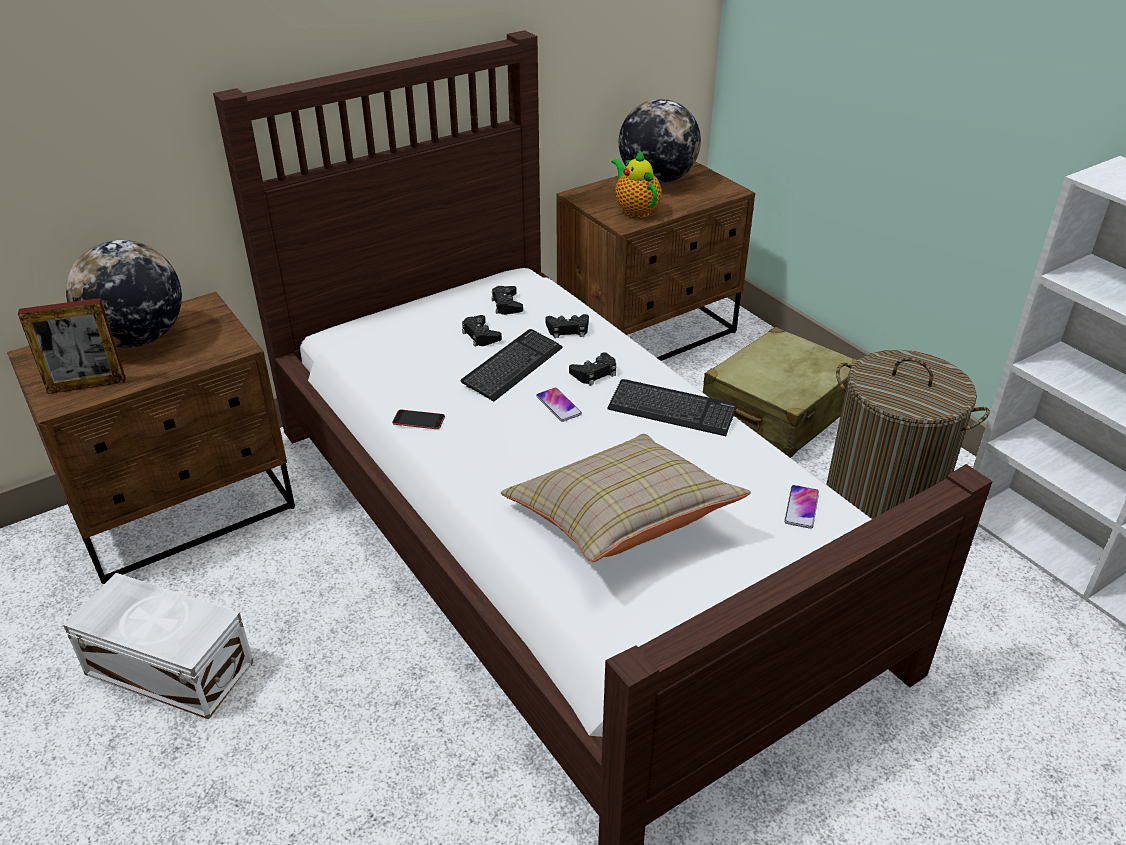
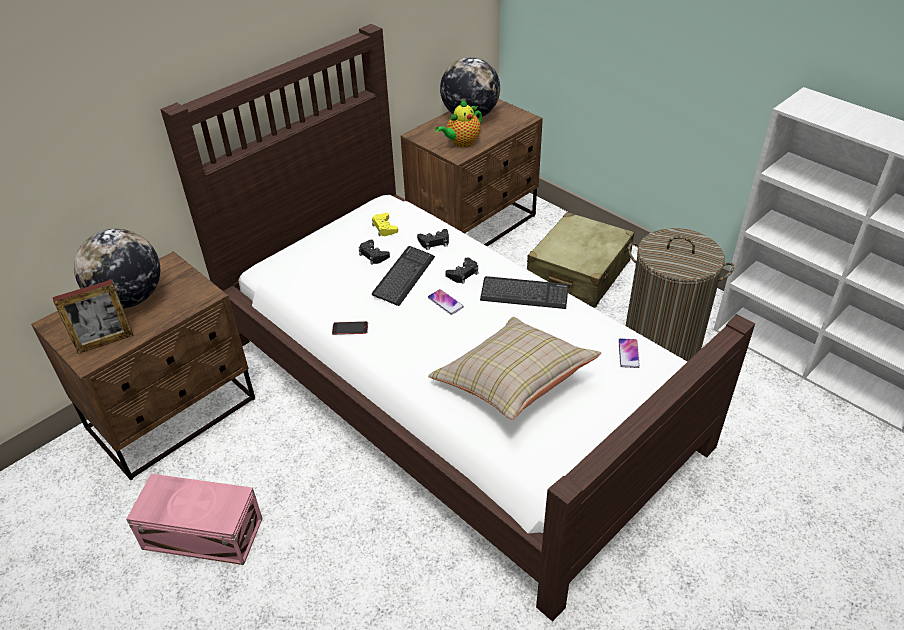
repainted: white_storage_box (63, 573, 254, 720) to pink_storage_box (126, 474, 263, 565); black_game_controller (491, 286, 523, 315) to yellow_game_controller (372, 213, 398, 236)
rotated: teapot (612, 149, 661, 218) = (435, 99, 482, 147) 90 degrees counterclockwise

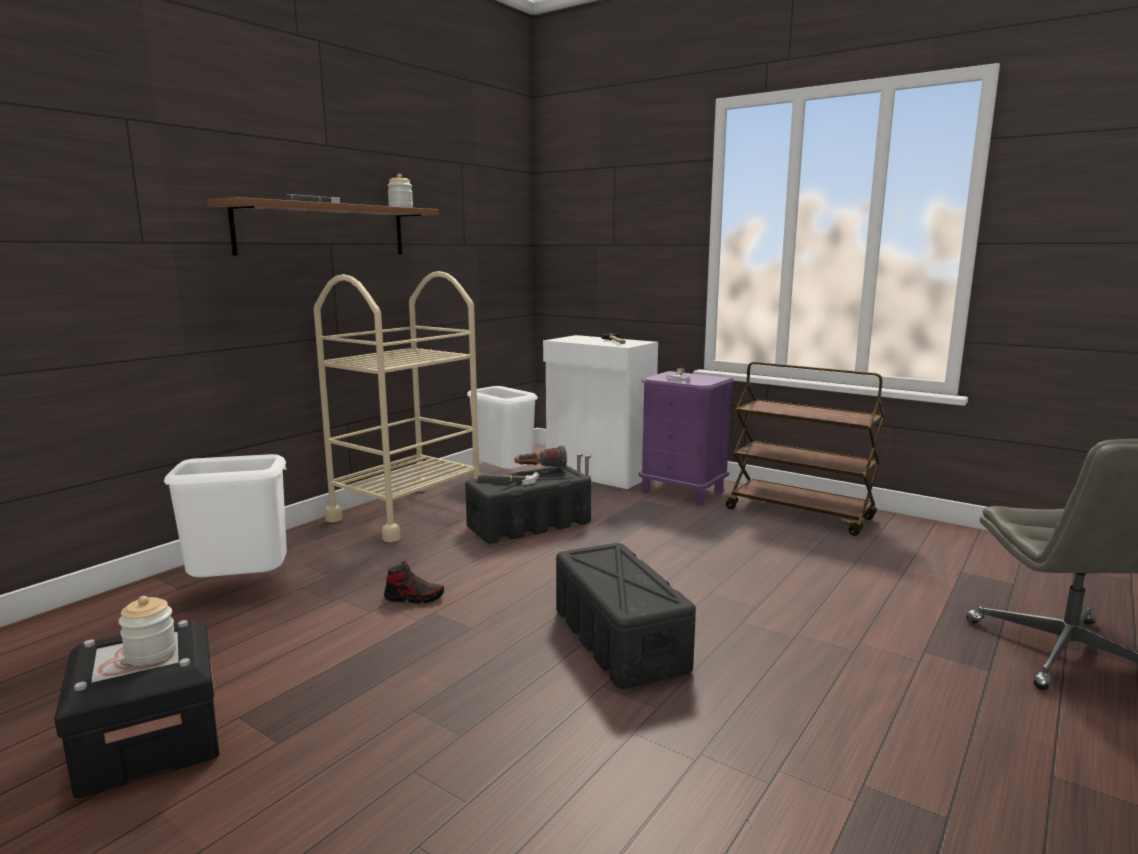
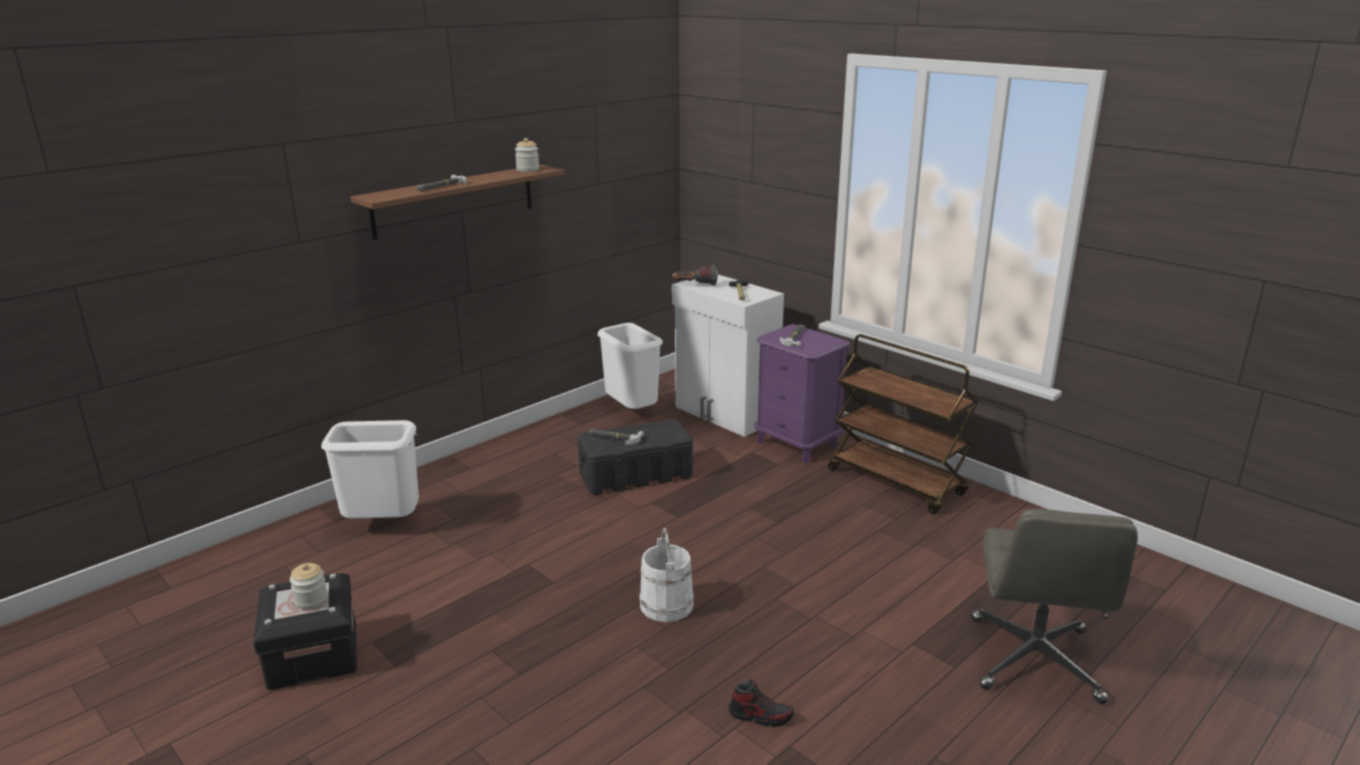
gone: beige_cart (314, 271, 479, 542)
shifted: shoe (384, 561, 444, 604) to (729, 679, 794, 727); flashlight (515, 446, 567, 469) to (672, 265, 718, 285)
swapped: black_storage_box (556, 543, 696, 689) to white_bucket (639, 528, 694, 622)

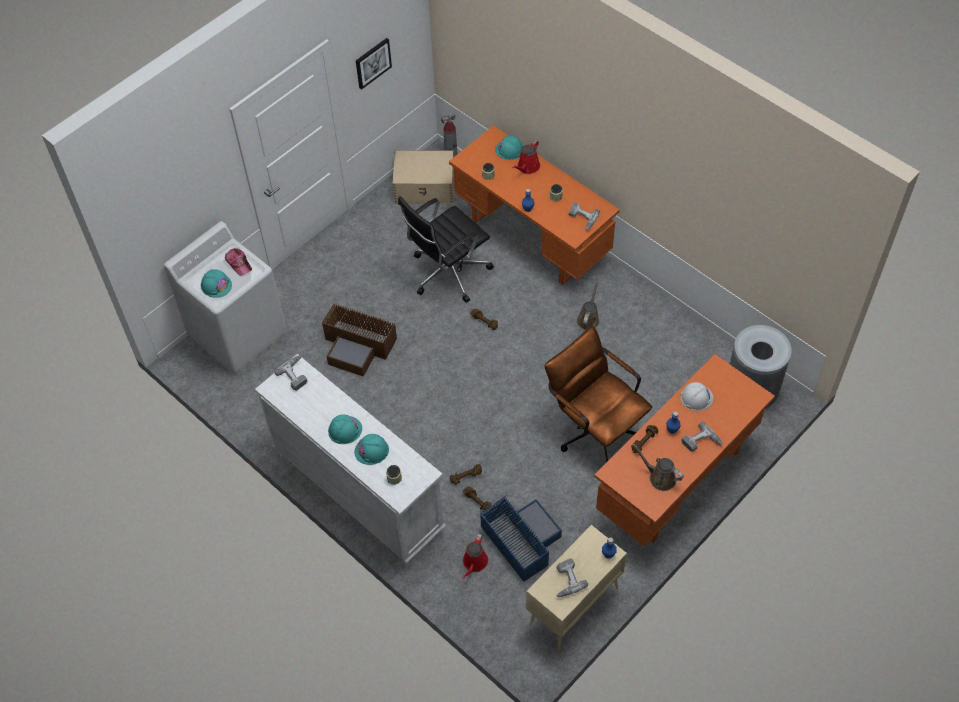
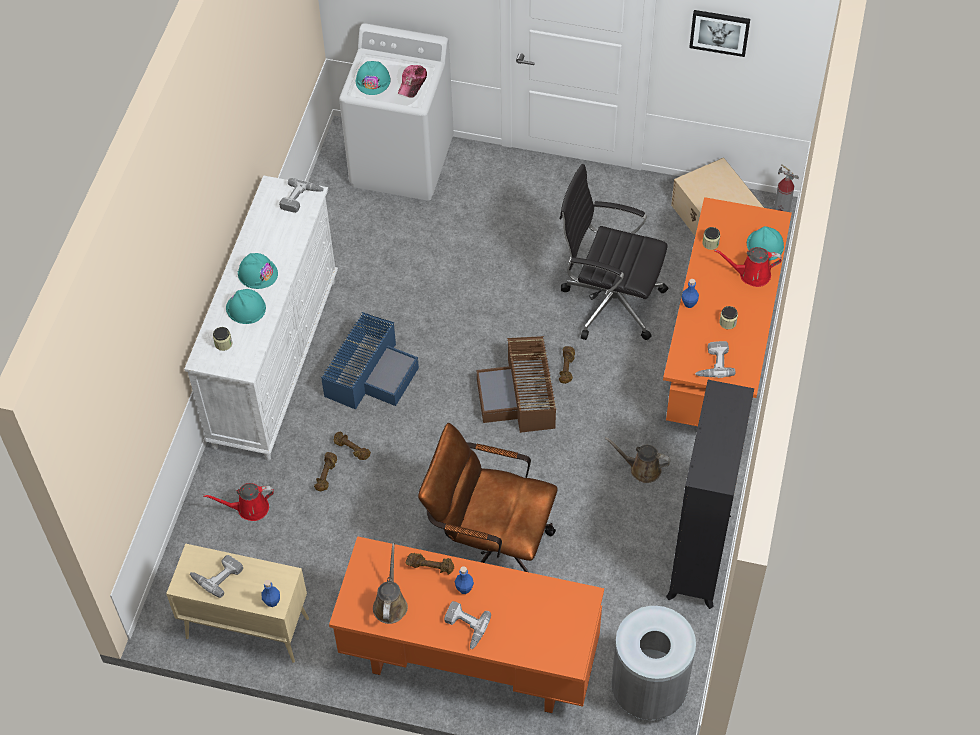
gone: white_hard_hat (681, 382, 714, 411)
new: black_bookcase (666, 380, 754, 609)
shifted: brown_storage_box (322, 303, 397, 377) to (477, 336, 556, 433); blue_storage_box (480, 496, 562, 581) to (321, 312, 419, 409)
rotated: brown_office_chair (545, 326, 652, 462) = (418, 423, 558, 572) 90 degrees counterclockwise; brown_watering_can (577, 279, 599, 330) = (605, 437, 671, 483) 150 degrees counterclockwise

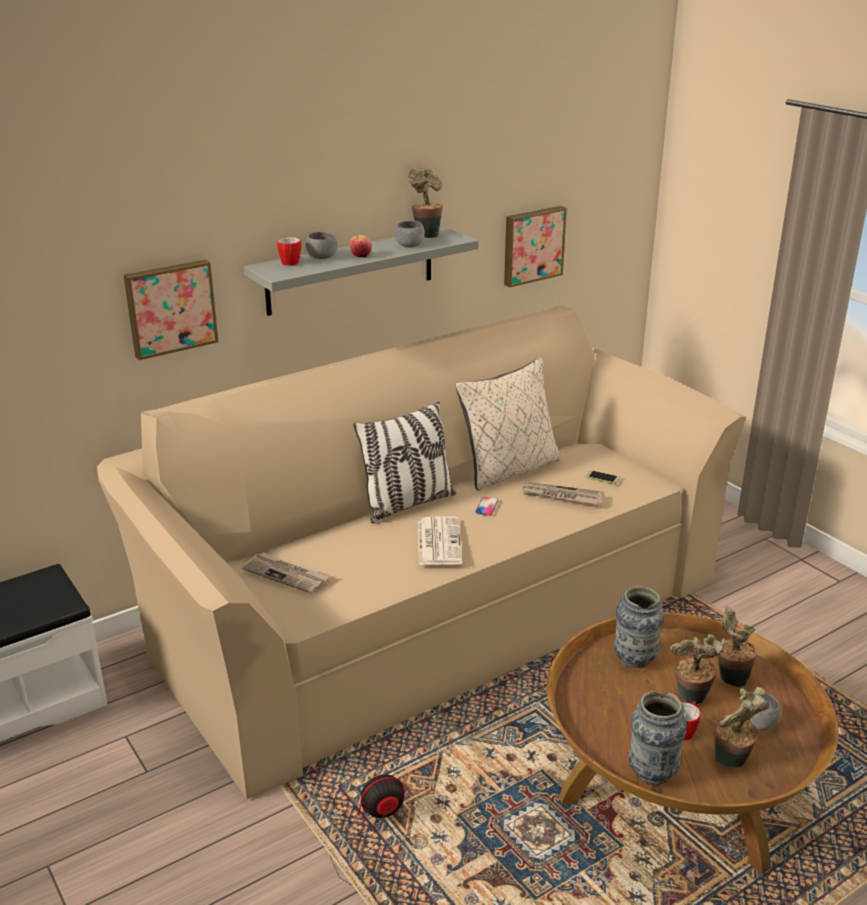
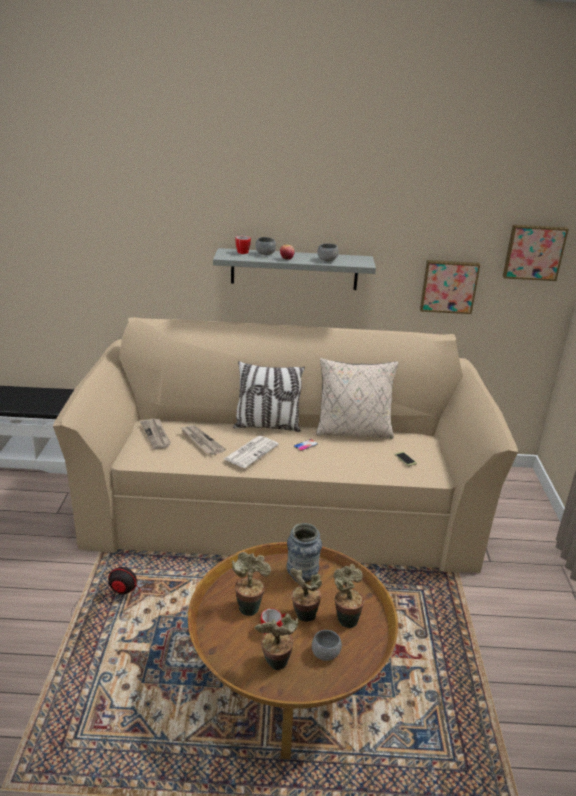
gone: vase (628, 691, 687, 785)
shifted: picture (124, 260, 218, 360) to (503, 224, 569, 281); potted_plant (408, 167, 443, 238) to (232, 552, 271, 616); newspaper (521, 482, 603, 504) to (181, 425, 226, 455)

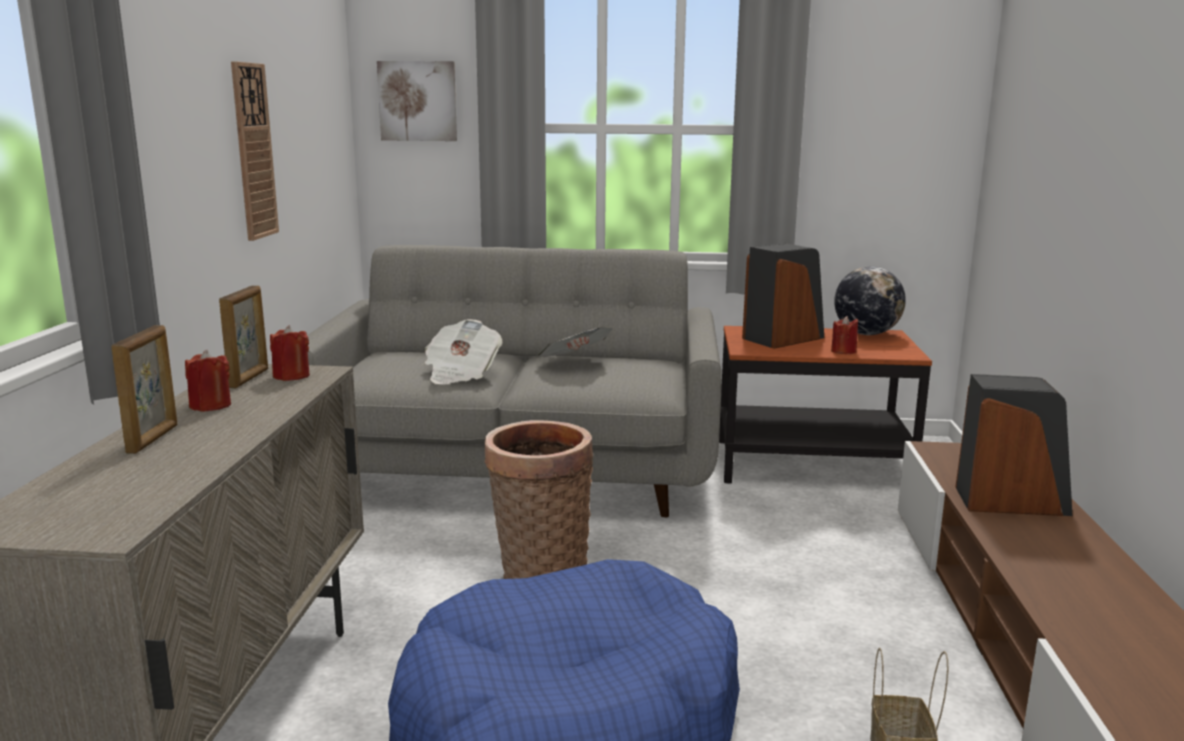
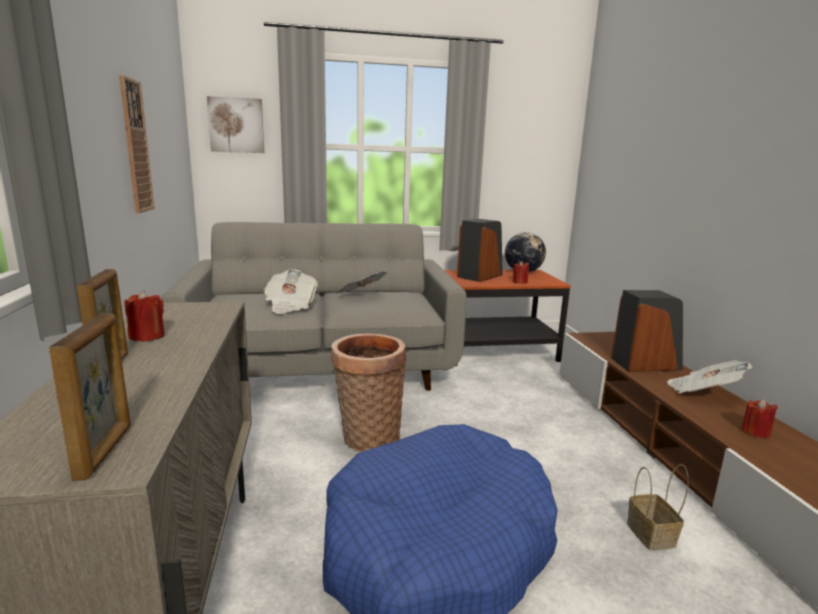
new: newspaper (667, 360, 752, 393)
shifted: picture_frame (219, 285, 268, 388) to (49, 313, 131, 481); red_candle (270, 325, 310, 381) to (741, 399, 778, 439)

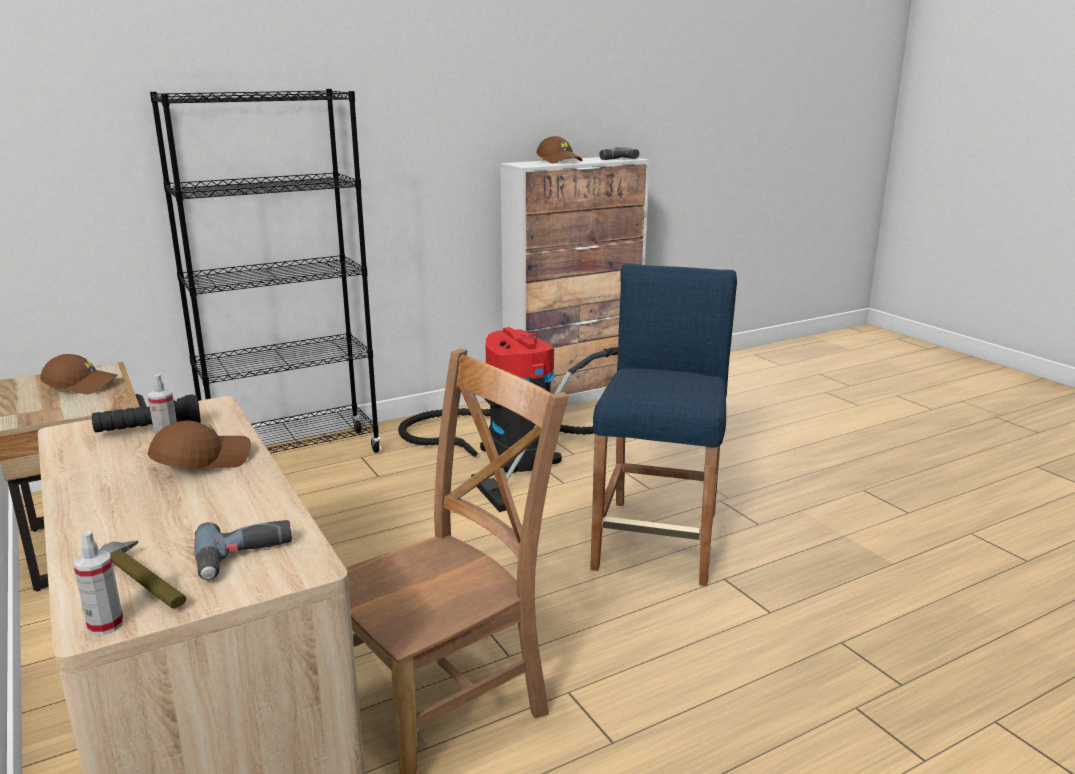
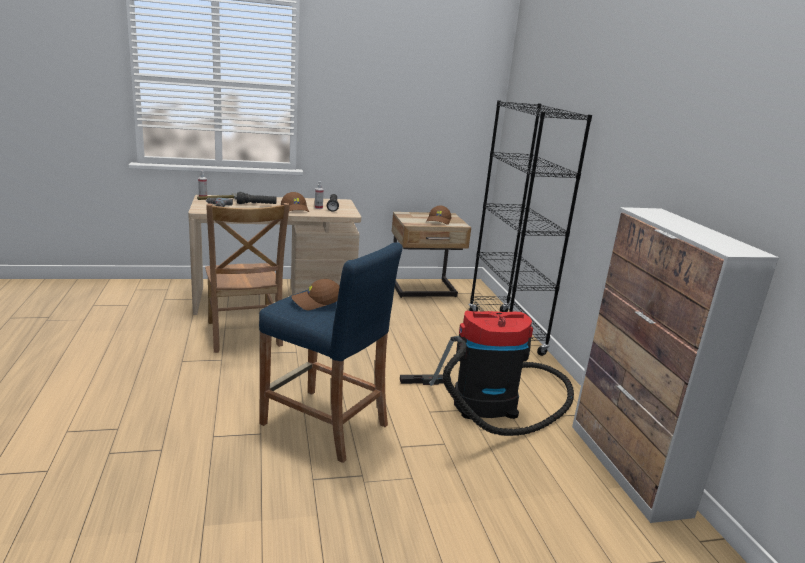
gone: power_drill (599, 147, 639, 160)
new: black_flashlight (237, 192, 277, 204)
shifted: brown_cap (536, 136, 583, 163) to (291, 279, 340, 310)

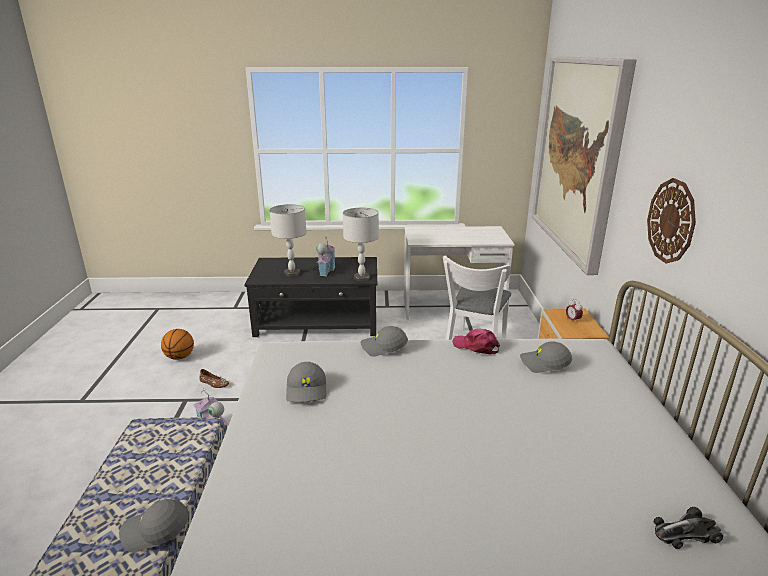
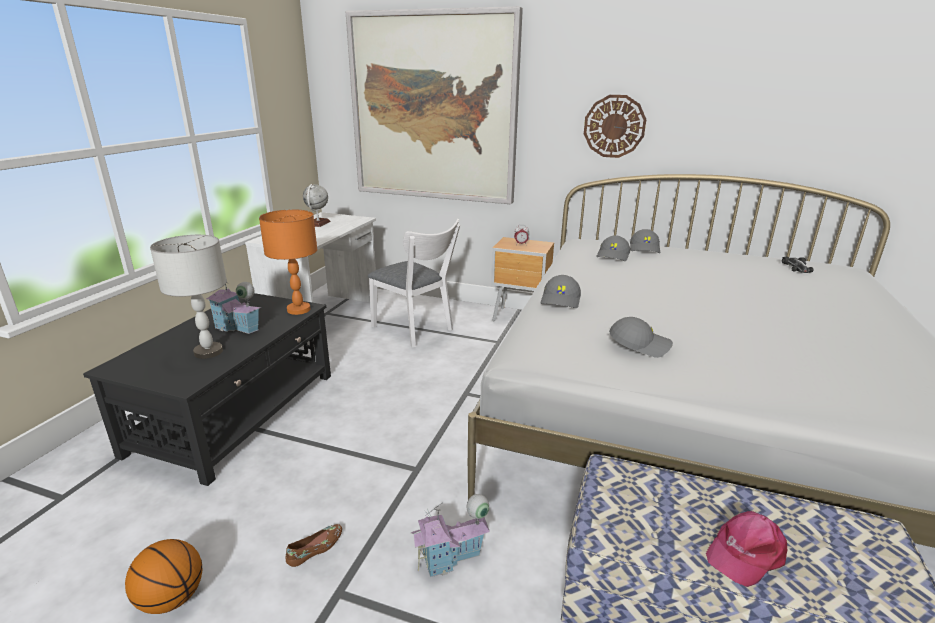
new: globe (303, 184, 331, 227)
shifted: grey_cap (119, 499, 189, 553) to (630, 229, 660, 253); pink_cap (452, 329, 500, 354) to (706, 511, 787, 587)
repainted: grey_table_lamp (343, 208, 379, 281) to orange_table_lamp (259, 209, 317, 315)

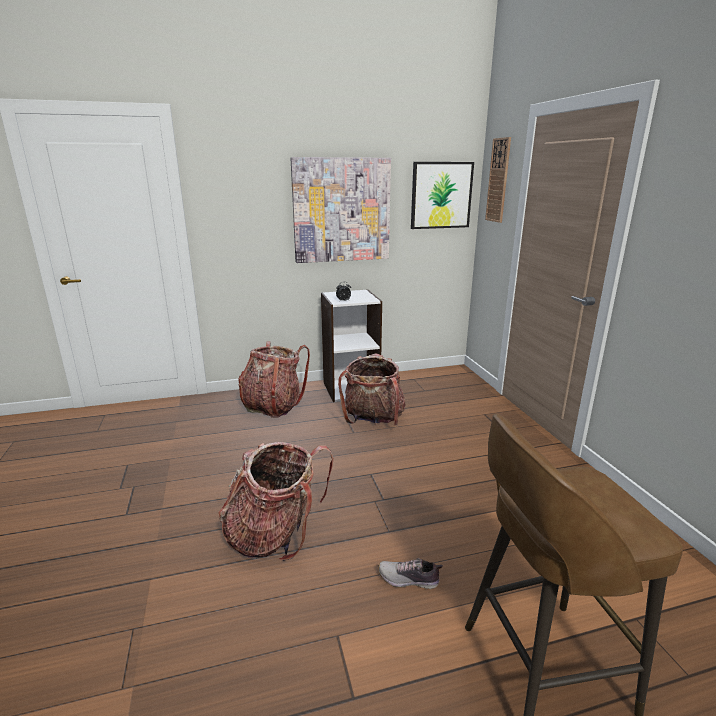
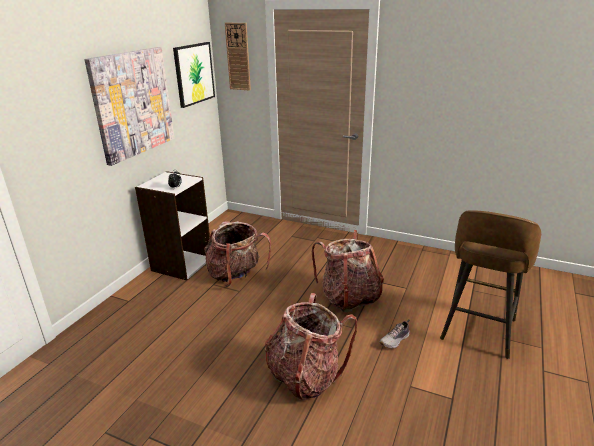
shifted: backpack (238, 341, 310, 418) to (312, 230, 384, 313)

